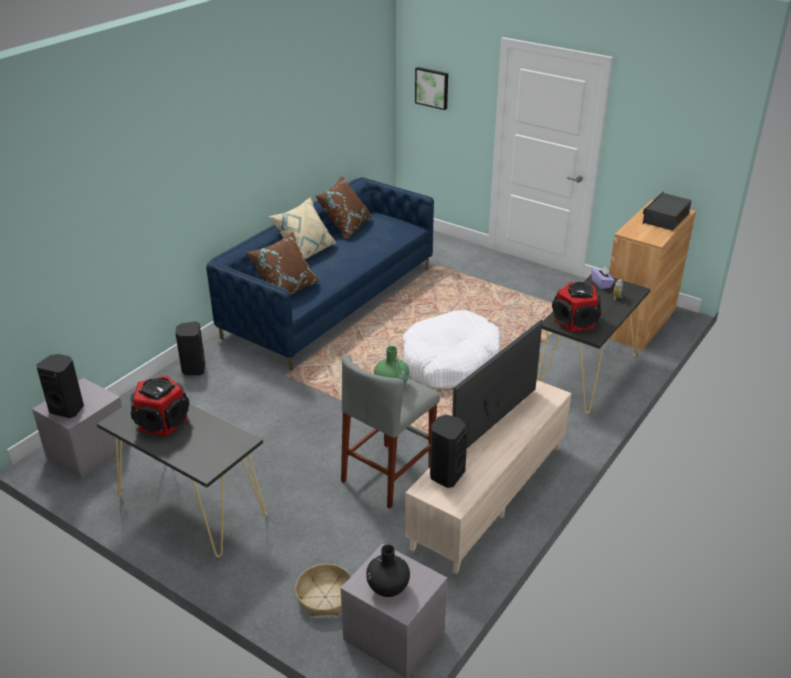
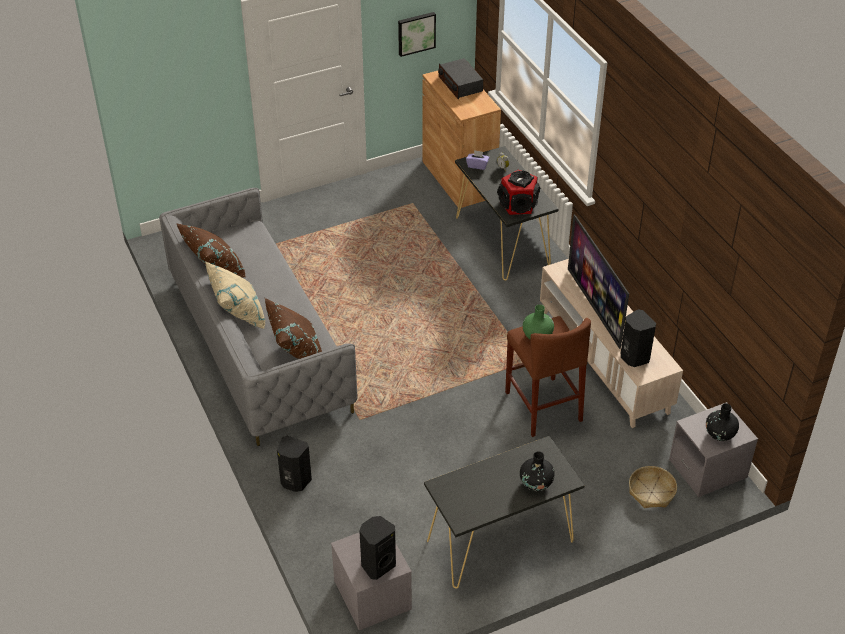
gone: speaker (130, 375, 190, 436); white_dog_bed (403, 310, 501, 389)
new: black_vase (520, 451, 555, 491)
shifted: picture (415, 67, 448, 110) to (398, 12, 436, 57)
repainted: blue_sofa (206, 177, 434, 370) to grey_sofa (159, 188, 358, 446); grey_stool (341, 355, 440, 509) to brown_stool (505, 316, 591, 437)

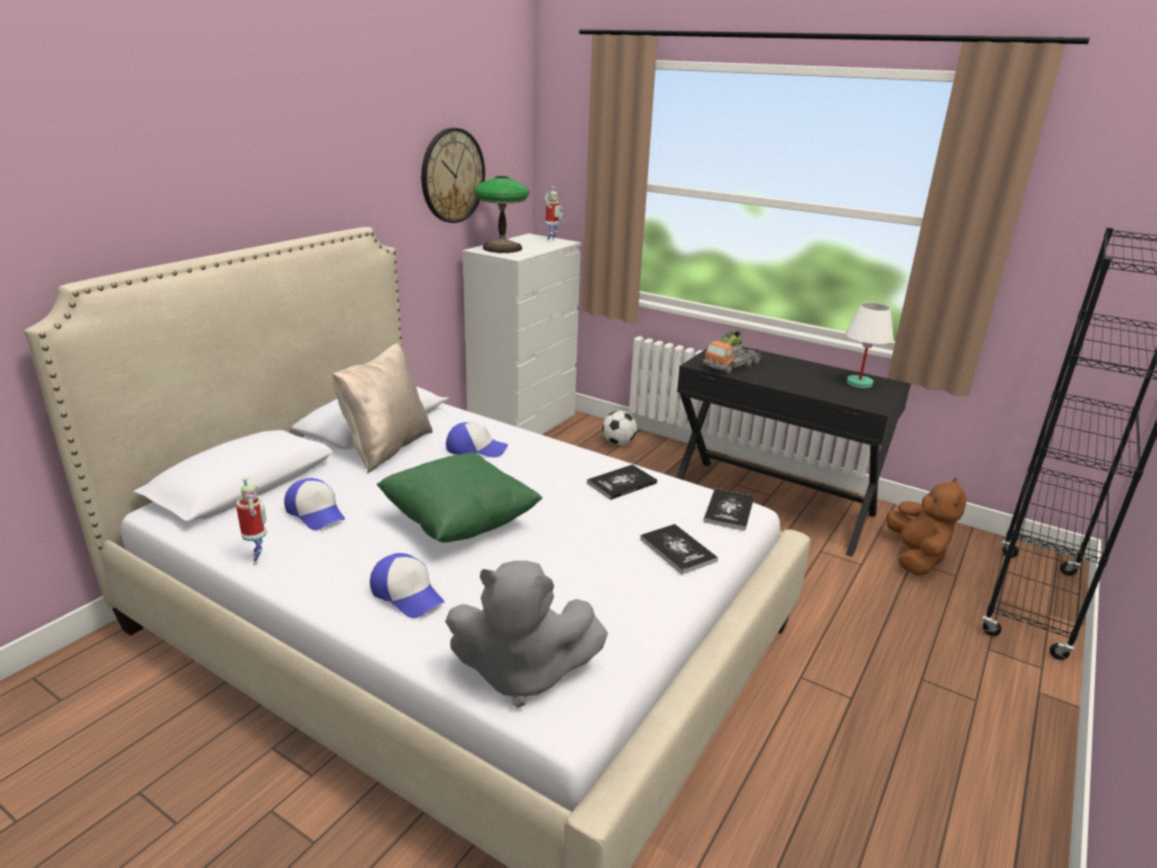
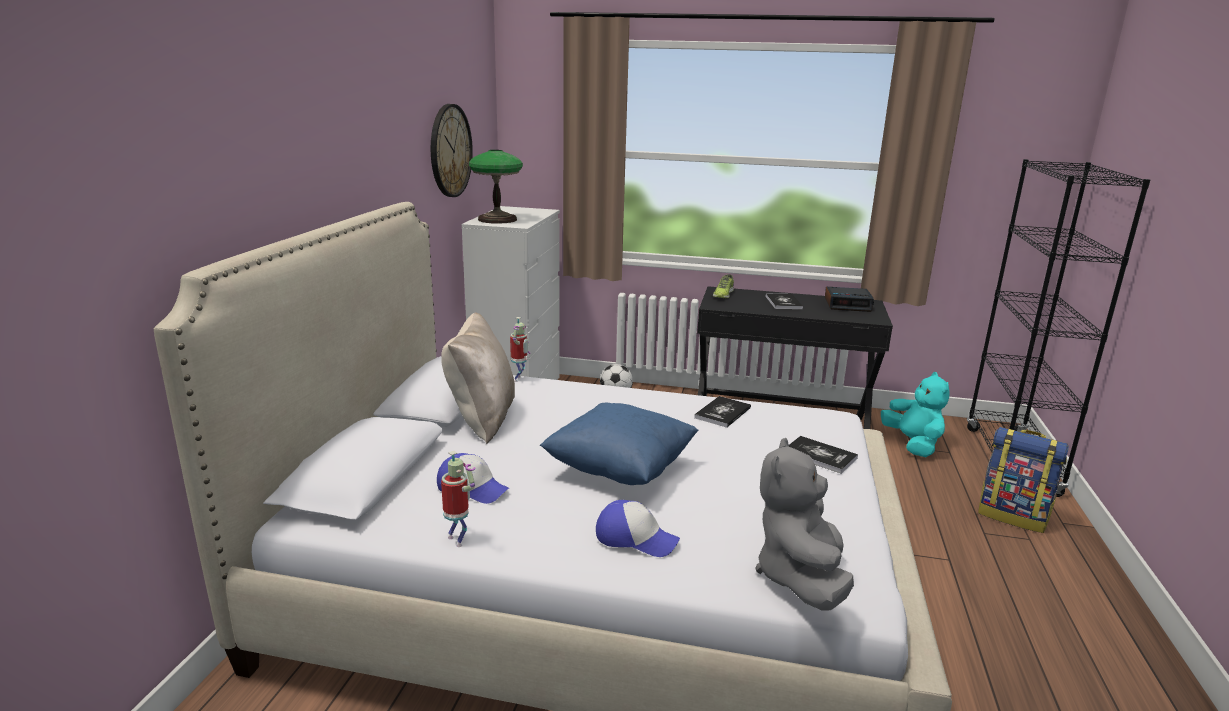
gone: cap (446, 422, 508, 457); toy_truck (703, 340, 762, 374)
new: backpack (978, 427, 1069, 533)
shifted: toy_robot (544, 187, 564, 242) to (510, 317, 531, 382); book (704, 488, 754, 531) to (765, 294, 803, 309)
swapped: white_table_lamp (845, 302, 894, 388) to alarm_clock (825, 287, 874, 312)
repainted: green_pillow (376, 452, 543, 543) to blue_pillow (540, 403, 698, 485); brown_plush_toy (886, 478, 966, 576) to turquoise_plush_toy (881, 372, 950, 457)
rotated: grey_plush_toy (445, 561, 608, 707) = (755, 438, 854, 610) 120 degrees clockwise

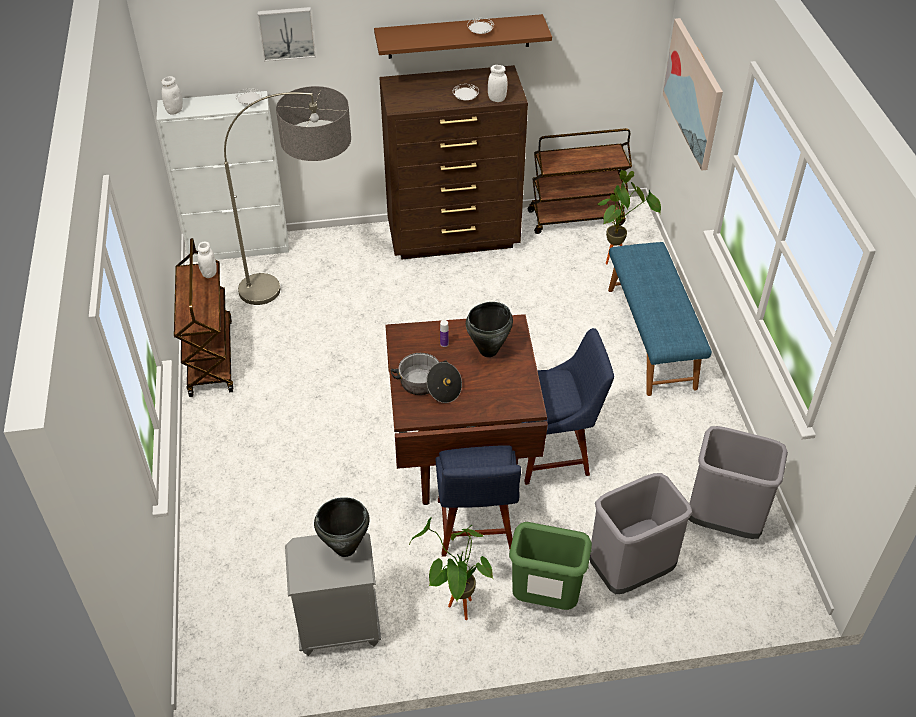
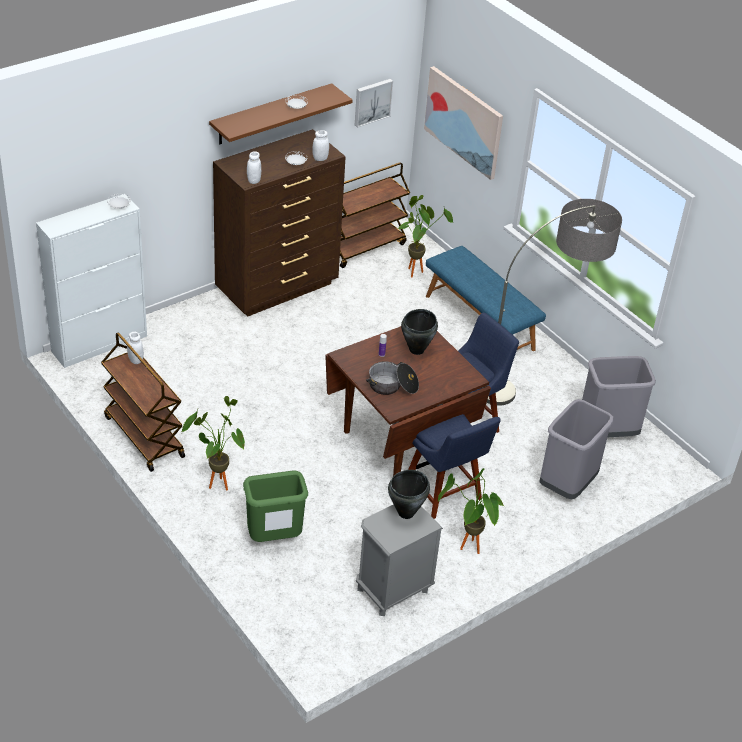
new: potted_plant (181, 396, 245, 491)
shifted: white_jar (161, 76, 183, 114) to (247, 151, 261, 184); floor_lamp (224, 86, 351, 305) to (487, 199, 622, 406); picture (257, 7, 316, 62) to (355, 79, 393, 128); green_trash_can (509, 522, 592, 610) to (243, 470, 308, 542)

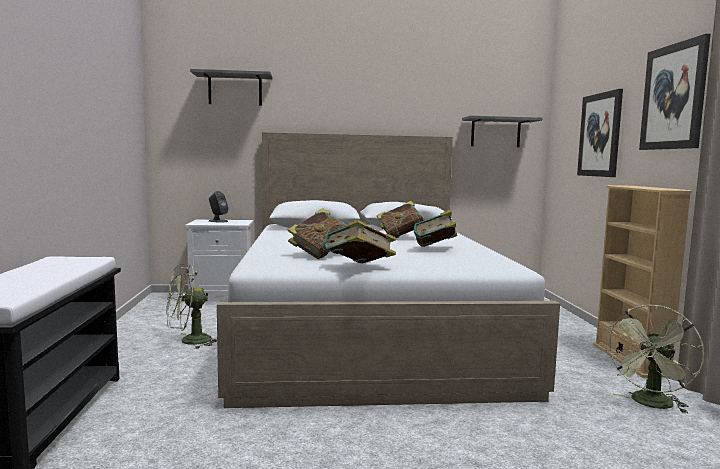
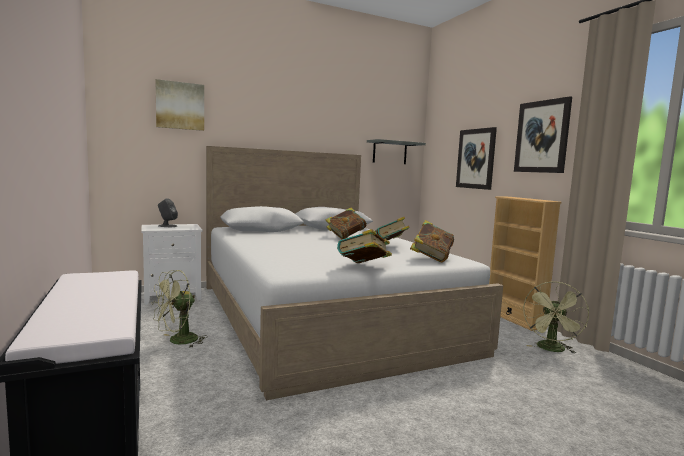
shifted: book (288, 208, 348, 259) to (410, 220, 454, 262)
swapped: grey_shelf (190, 69, 273, 106) to picture (156, 79, 204, 131)

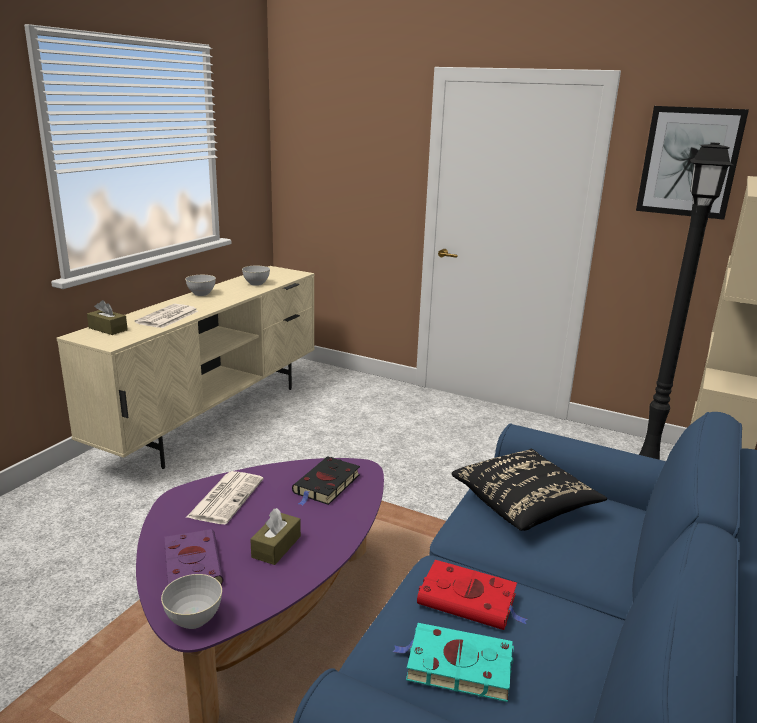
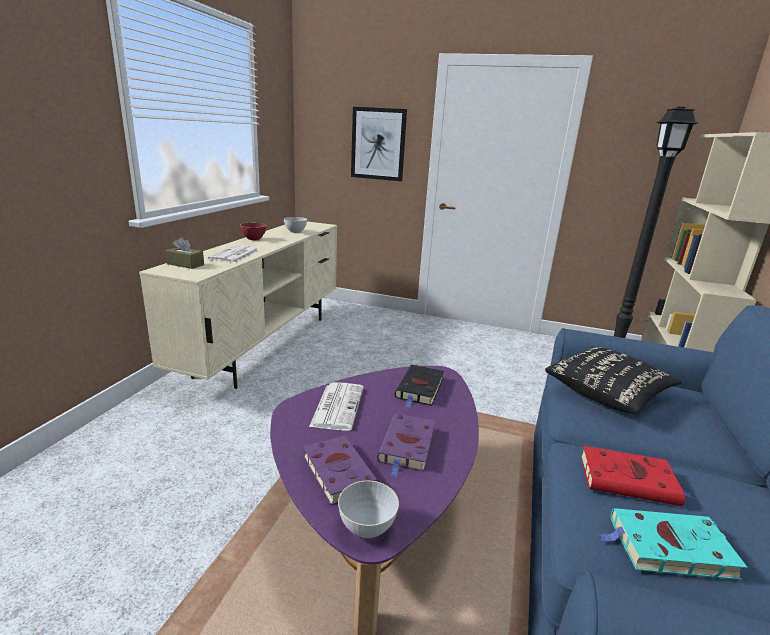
shifted: picture (636, 106, 749, 220) to (351, 107, 407, 181)
swapped: brown_tissue_box (250, 508, 301, 565) to purple_book (377, 414, 435, 477)
repainted: grey_bowl (185, 275, 216, 296) to red_bowl (240, 223, 266, 240)

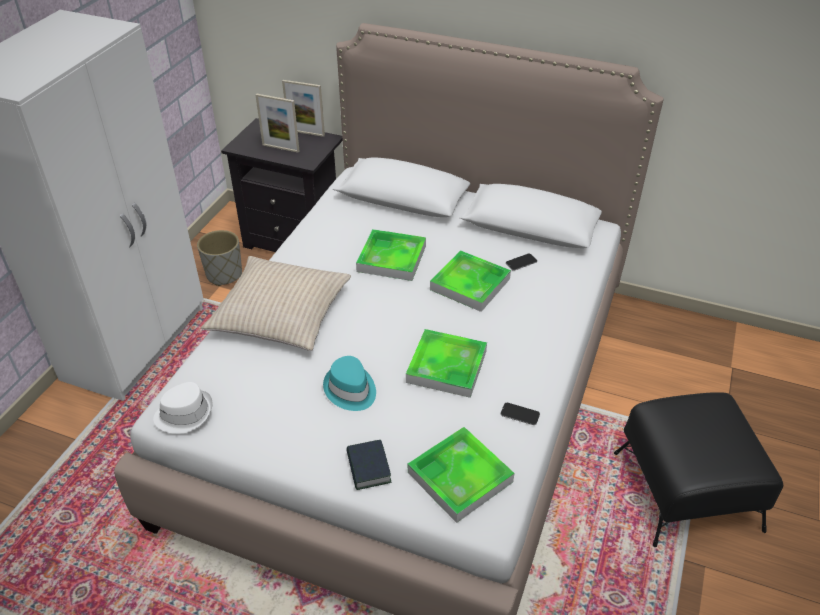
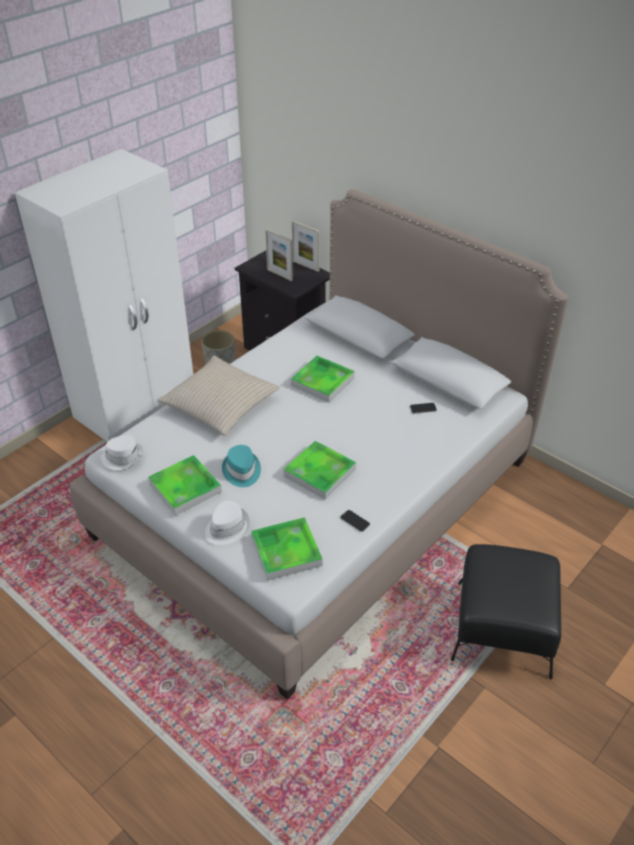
shifted: tray (430, 250, 511, 312) to (148, 455, 222, 516)
swapped: book (346, 440, 391, 490) to white_hat (205, 501, 250, 545)

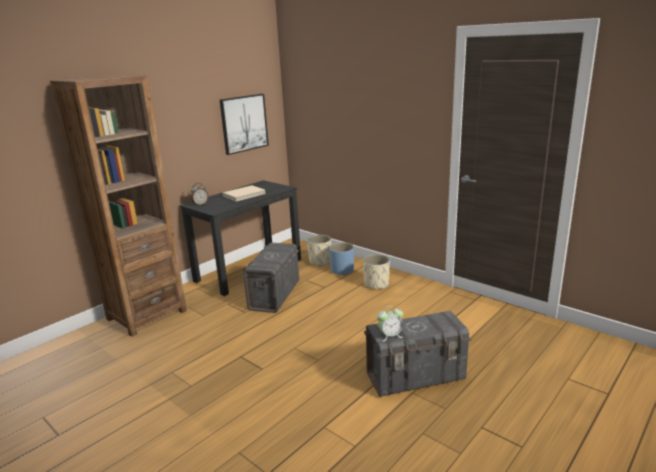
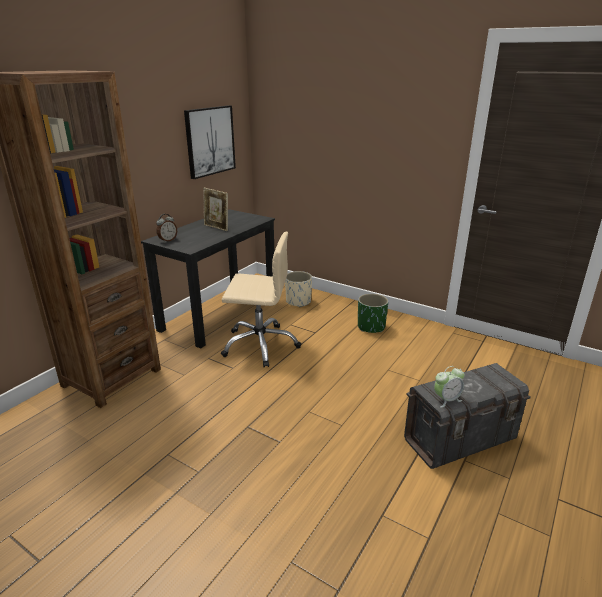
gone: blue_planter (329, 242, 354, 276)
swapped: beige_book (222, 185, 266, 202) to picture_frame (204, 188, 228, 231); grey_storage_box (242, 243, 299, 313) to beige_office_chair (221, 232, 301, 367)
repainted: beige_planter (363, 254, 390, 289) to green_planter (358, 293, 389, 333)

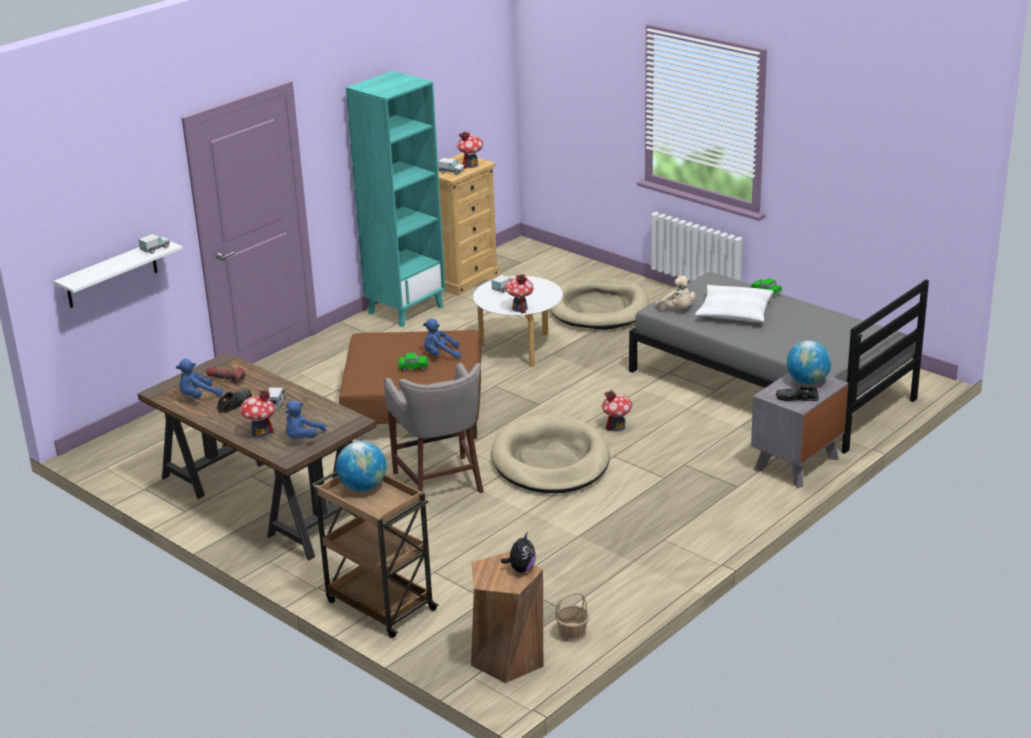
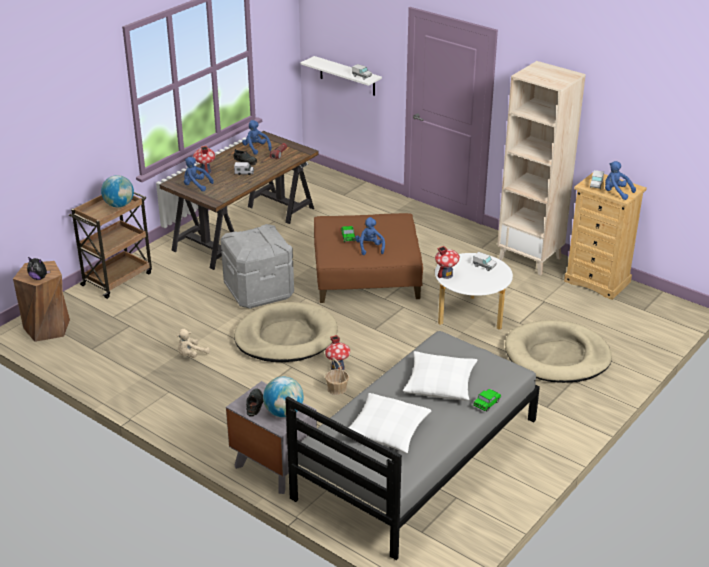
new: white_pillow (342, 393, 431, 453)
shifted: basket (555, 592, 589, 642) to (325, 359, 349, 395); beige_plush_toy (655, 276, 696, 308) to (176, 329, 210, 358)
swapped: grey_stool (384, 363, 484, 493) to grey_storage_box (221, 224, 294, 309); toy_house (457, 131, 483, 168) to blue_plush_toy (605, 161, 636, 200)
repainted: turquoise_bookcase (346, 71, 445, 327) to beige_bookcase (497, 61, 586, 275)

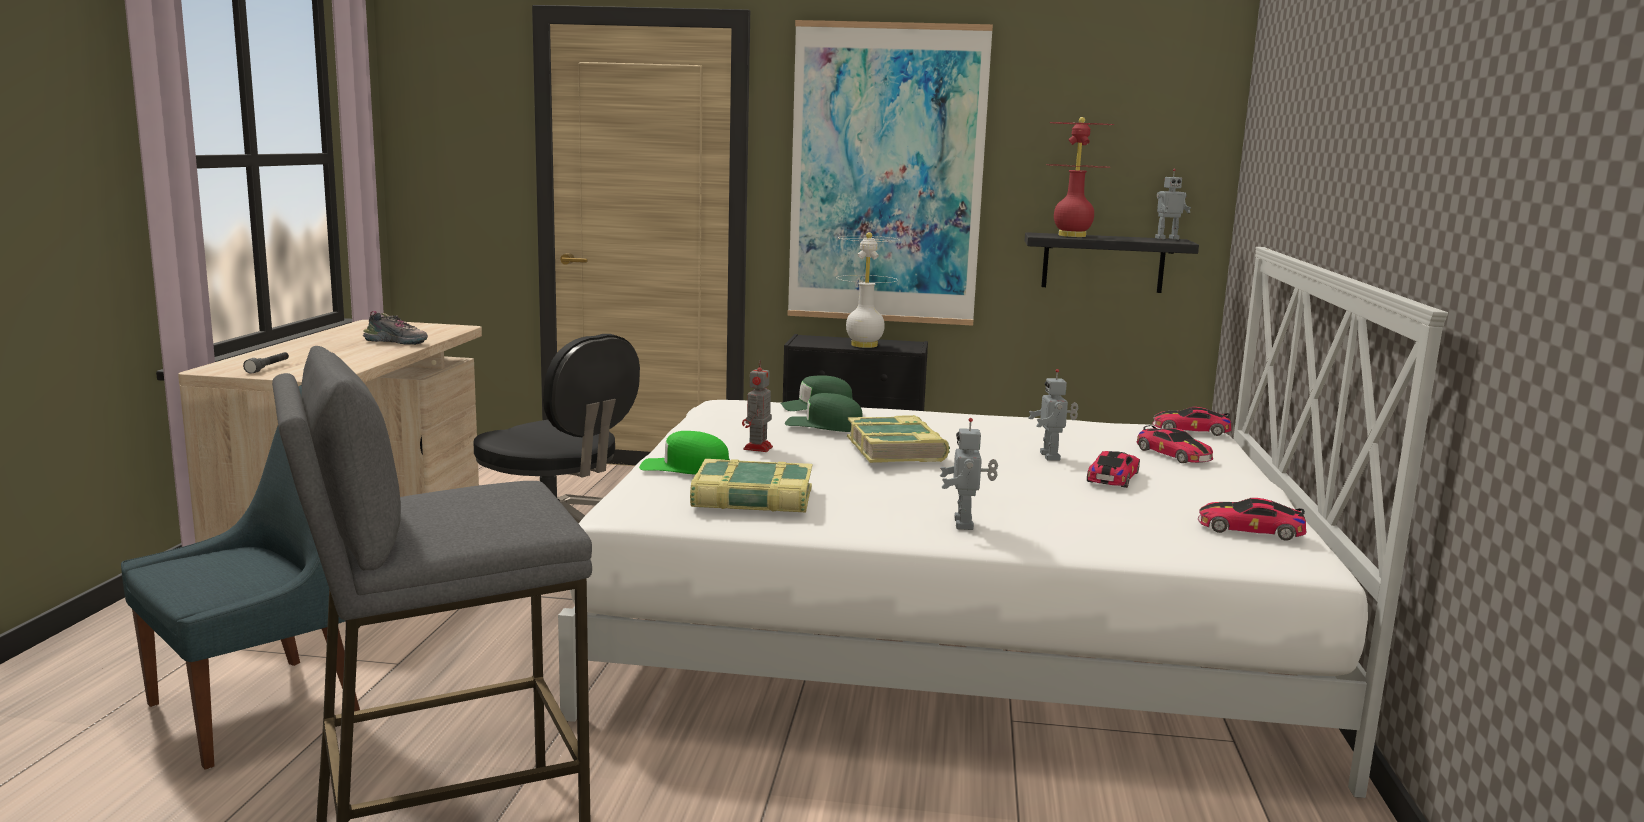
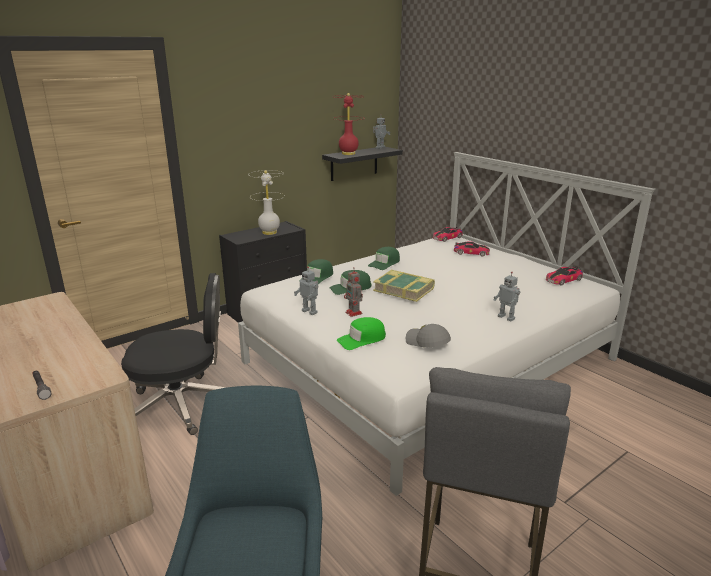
gone: shoe (363, 311, 428, 345); picture (787, 20, 993, 326); toy_car (1087, 451, 1140, 488)
new: green_cap (368, 247, 400, 270)
shifted: toy_robot (1028, 369, 1078, 461) to (294, 266, 318, 315)
swapped: book (690, 459, 813, 512) to grey_cap (406, 324, 451, 347)

